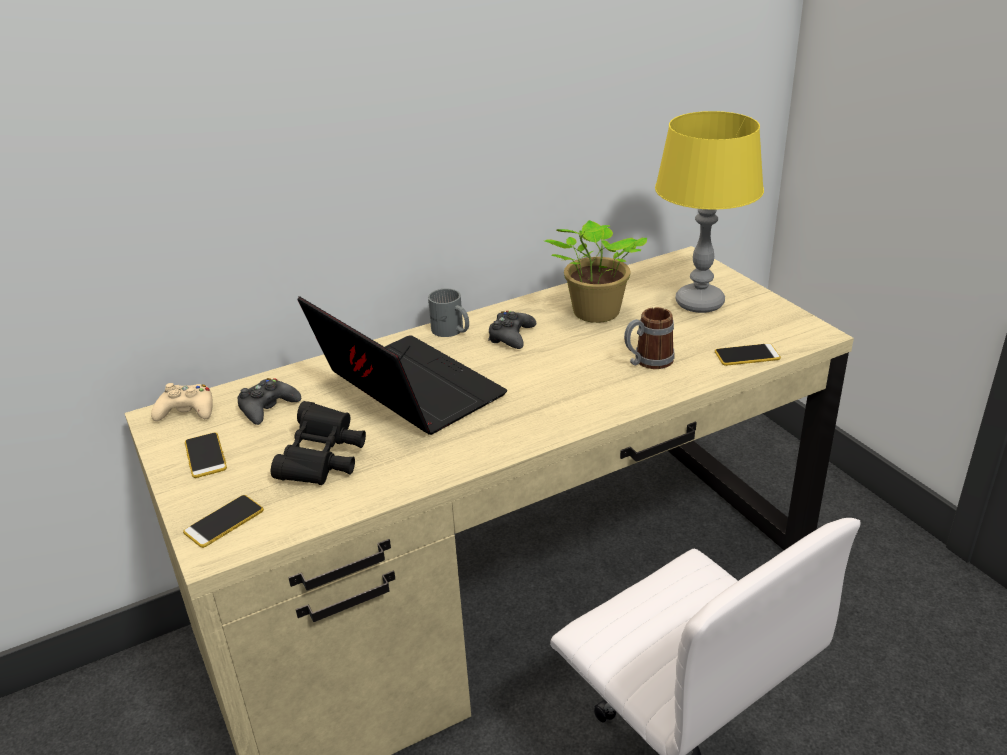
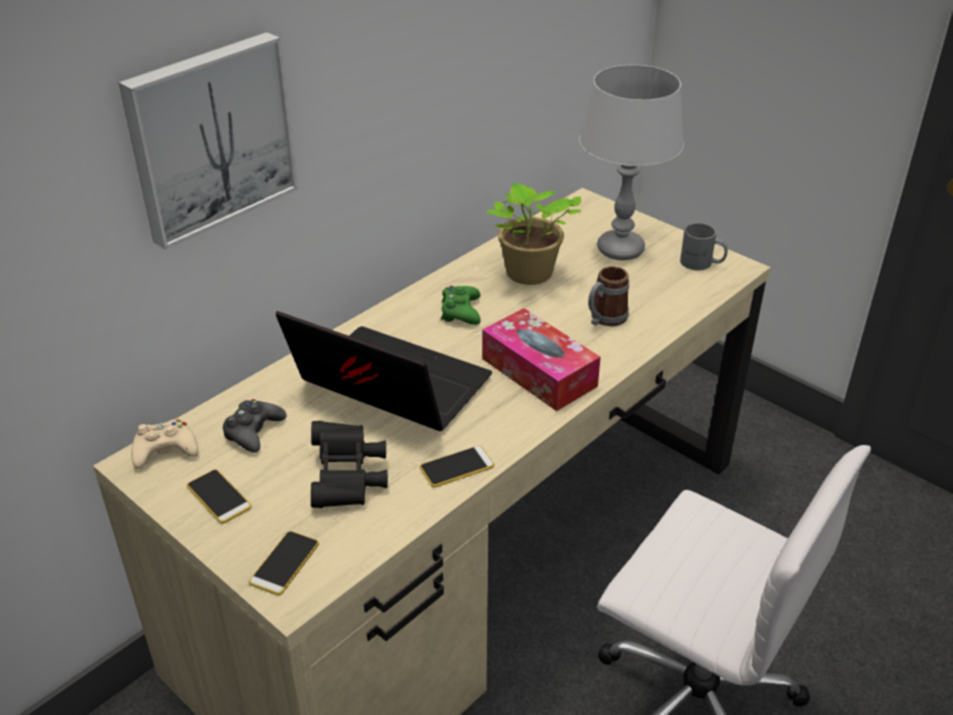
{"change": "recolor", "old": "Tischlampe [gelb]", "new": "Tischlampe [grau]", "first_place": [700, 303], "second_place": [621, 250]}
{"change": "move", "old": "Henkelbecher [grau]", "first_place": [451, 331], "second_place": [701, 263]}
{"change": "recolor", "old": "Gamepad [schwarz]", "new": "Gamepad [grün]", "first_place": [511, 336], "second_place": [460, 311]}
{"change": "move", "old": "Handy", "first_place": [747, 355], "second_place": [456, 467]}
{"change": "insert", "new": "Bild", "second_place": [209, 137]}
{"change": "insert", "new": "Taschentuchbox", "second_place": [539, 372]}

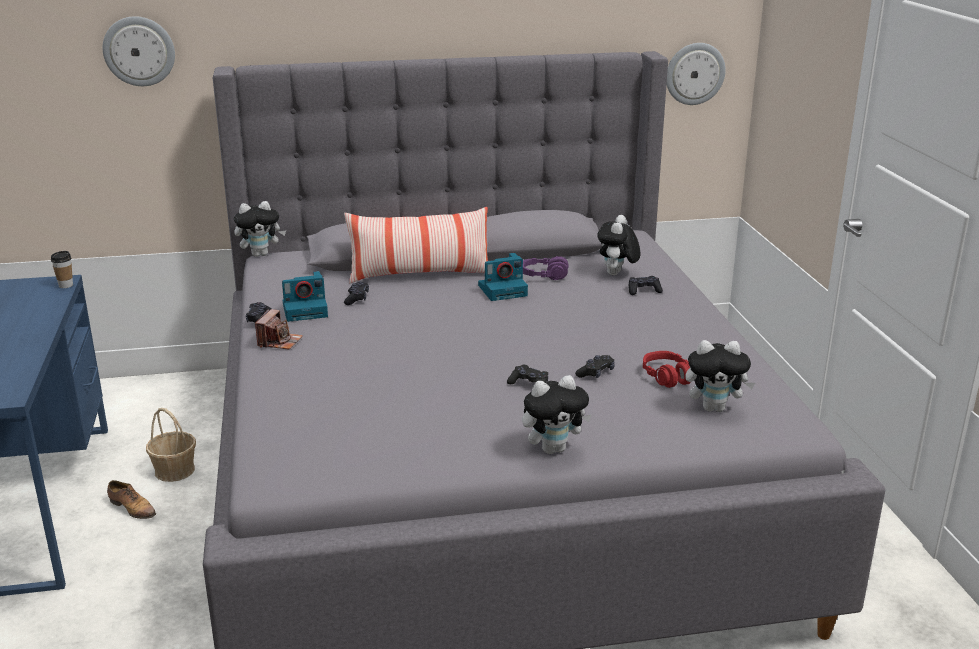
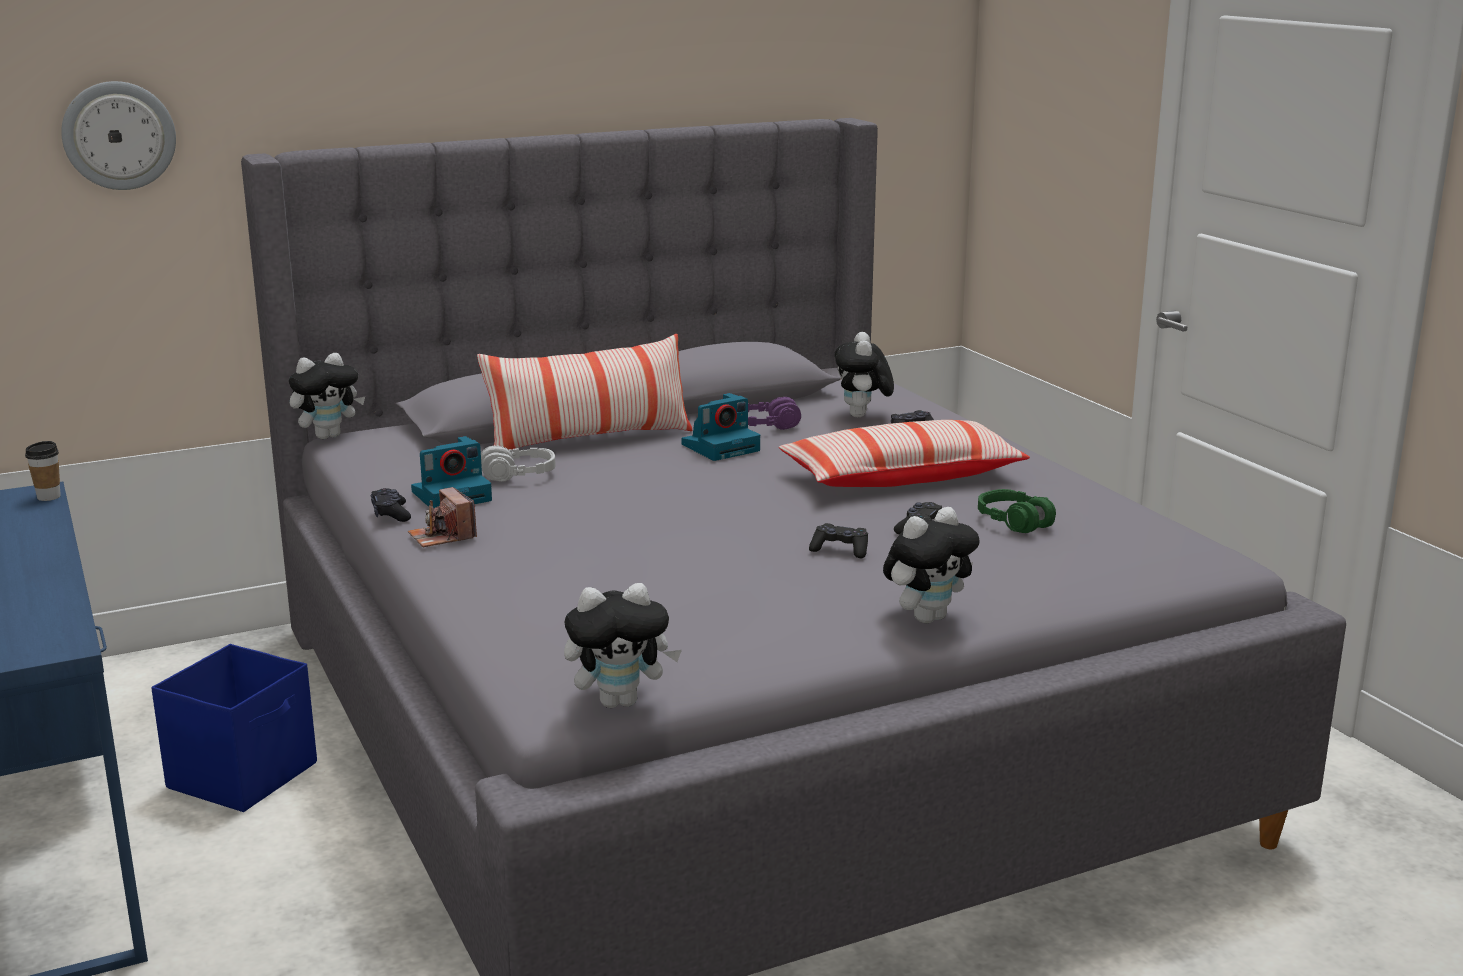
{"change": "delete", "old": "Wanduhr", "first_place": [694, 73]}
{"change": "replace", "old": "Gamepad [schwarz]", "new": "Kopfhörer [grau]", "first_place": [357, 298], "second_place": [518, 475]}
{"change": "rotate", "old": "Kamera", "first_place": [279, 342], "second_place": [442, 536], "degrees": 150}
{"change": "move", "old": "Plüschtier", "first_place": [714, 408], "second_place": [620, 701]}
{"change": "recolor", "old": "Kopfhörer [rot]", "new": "Kopfhörer [grün]", "first_place": [667, 377], "second_place": [1015, 522]}
{"change": "replace", "old": "Korb", "new": "Aufbewahrungsbox [blau]", "first_place": [174, 470], "second_place": [245, 775]}
{"change": "delete", "old": "Schuh", "first_place": [132, 508]}
{"change": "insert", "new": "Kissen", "second_place": [902, 477]}

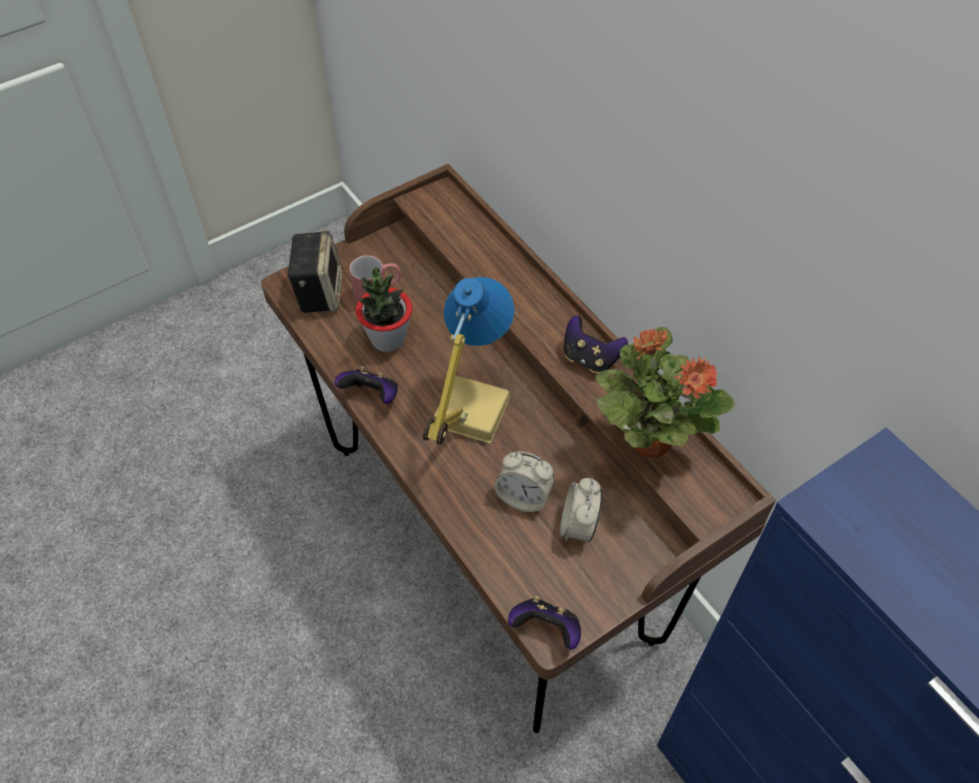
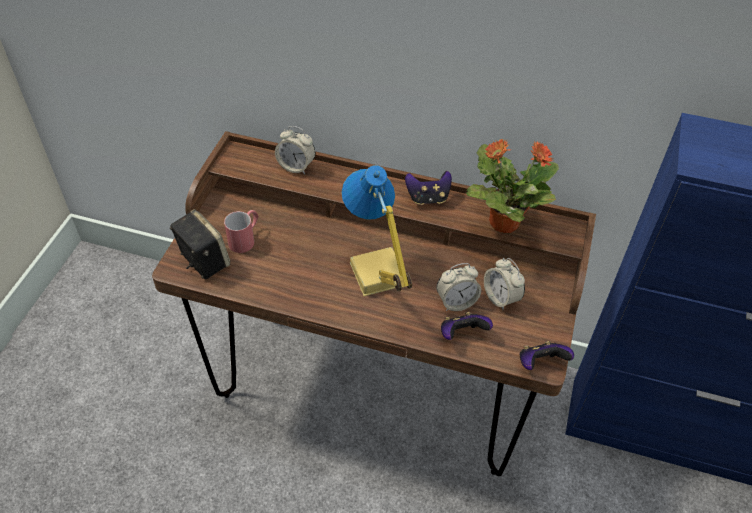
{"change": "delete", "old": "Topfpflanze", "first_place": [388, 339]}
{"change": "move", "old": "Gamepad", "first_place": [372, 396], "second_place": [462, 334]}
{"change": "insert", "new": "Wecker", "second_place": [296, 166]}

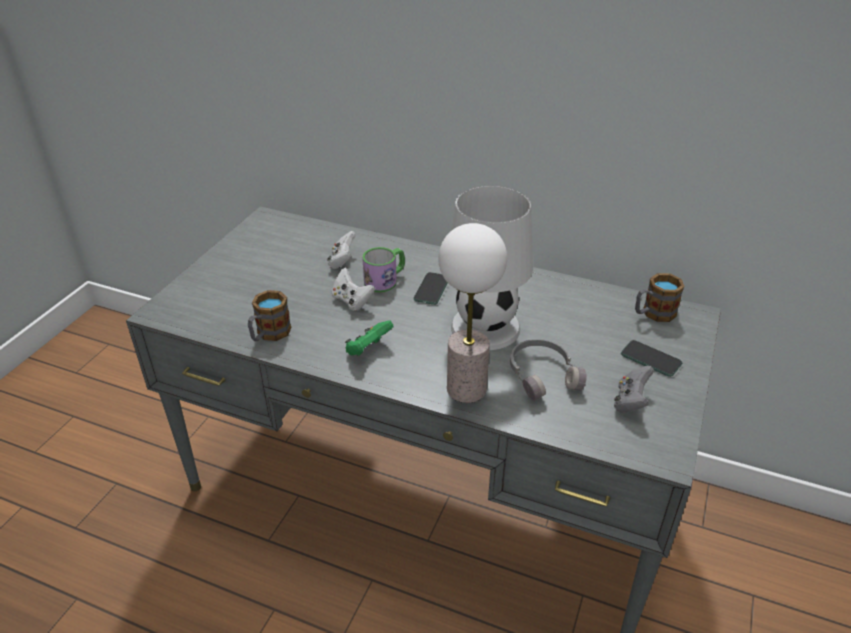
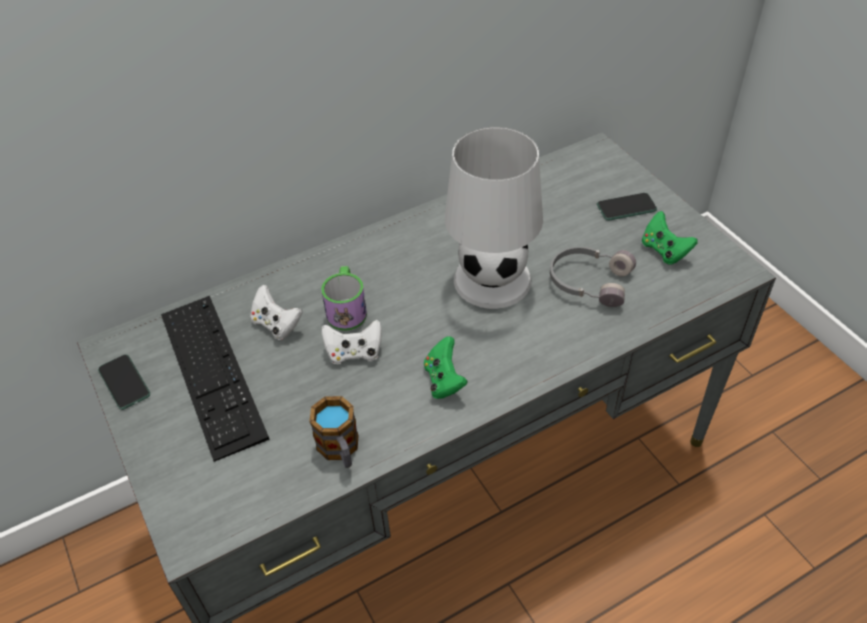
{"change": "delete", "old": "Tischlampe", "first_place": [467, 389]}
{"change": "move", "old": "Handy", "first_place": [432, 289], "second_place": [124, 382]}
{"change": "delete", "old": "Henkelbecher", "first_place": [653, 313]}
{"change": "recolor", "old": "Gamepad [grau]", "new": "Gamepad [grün]", "first_place": [630, 401], "second_place": [664, 251]}
{"change": "insert", "new": "Tastatur", "second_place": [212, 373]}

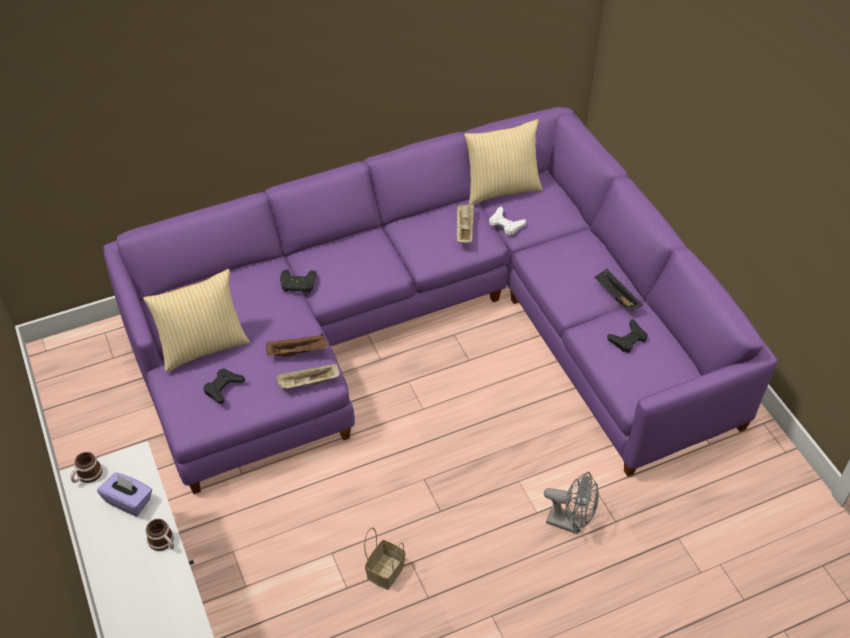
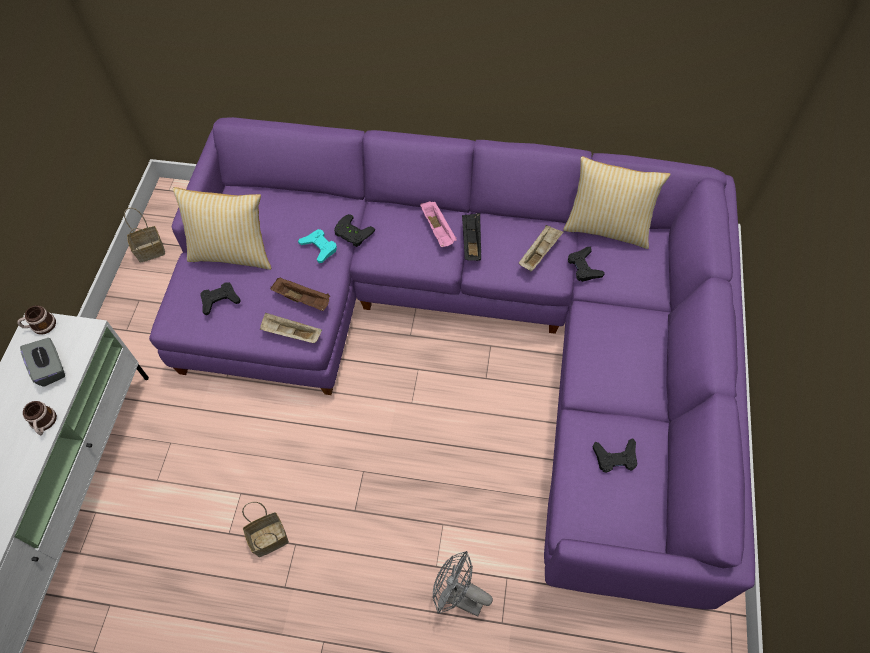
{"change": "recolor", "old": "Gamepad [weiß]", "new": "Gamepad [schwarz]", "first_place": [505, 224], "second_place": [584, 267]}
{"change": "move", "old": "Tablett [schwarz]", "first_place": [616, 296], "second_place": [471, 242]}
{"change": "recolor", "old": "Taschentuchbox [lila]", "new": "Taschentuchbox [grau]", "first_place": [129, 501], "second_place": [50, 368]}
{"change": "rotate", "old": "Ventilator [grau]", "first_place": [570, 522], "second_place": [459, 596], "degrees": 150}
{"change": "insert", "new": "Tablett [rosa]", "second_place": [438, 230]}
{"change": "insert", "new": "Korb", "second_place": [149, 251]}
{"change": "insert", "new": "Gamepad [türkis]", "second_place": [319, 247]}

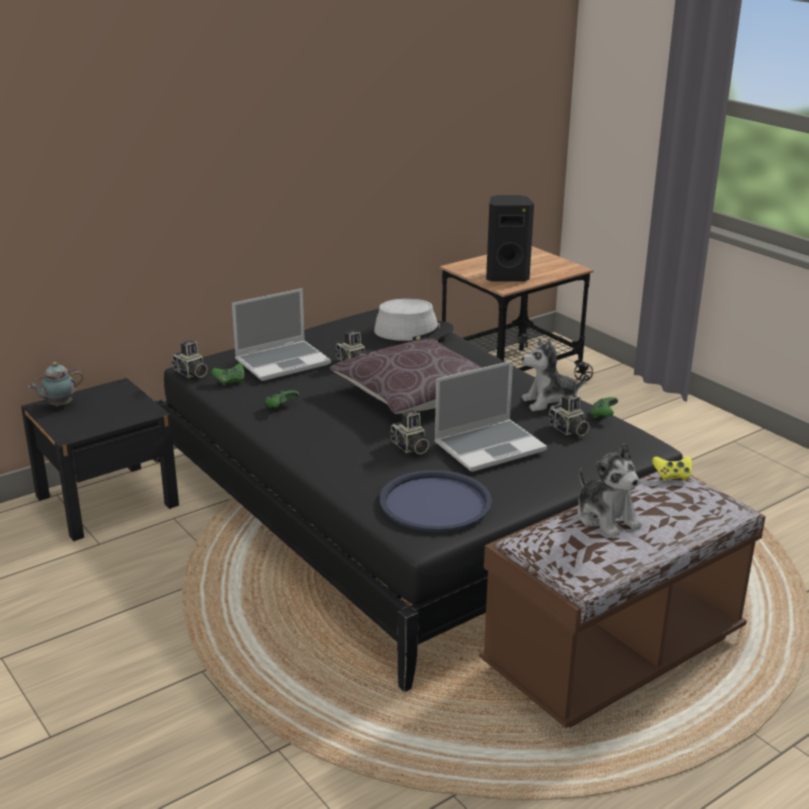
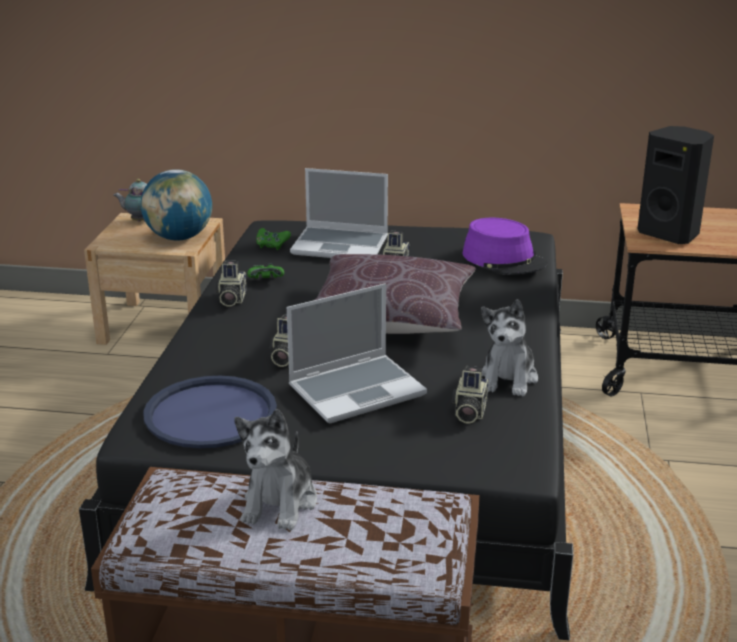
{"change": "recolor", "old": "Hut [grau]", "new": "Hut [lila]", "first_place": [413, 331], "second_place": [504, 260]}
{"change": "rotate", "old": "Plüschtier", "first_place": [550, 402], "second_place": [508, 378], "degrees": -105}
{"change": "move", "old": "Kamera", "first_place": [190, 373], "second_place": [231, 299]}
{"change": "rotate", "old": "Laptop", "first_place": [490, 446], "second_place": [357, 390], "degrees": -45}
{"change": "recolor", "old": "Nachttisch [schwarz]", "new": "Nachttisch [beige]", "first_place": [107, 501], "second_place": [164, 325]}
{"change": "delete", "old": "Gamepad [grün]", "first_place": [603, 415]}
{"change": "delete", "old": "Gamepad [gelb]", "first_place": [672, 476]}
{"change": "insert", "new": "Globus", "second_place": [179, 237]}

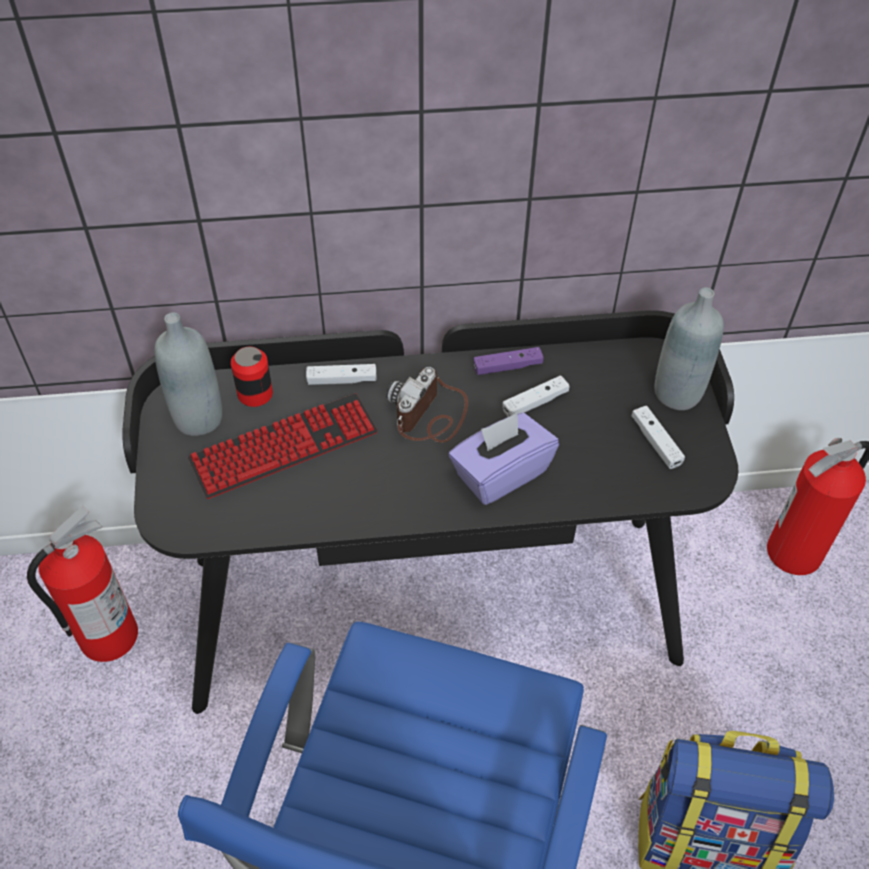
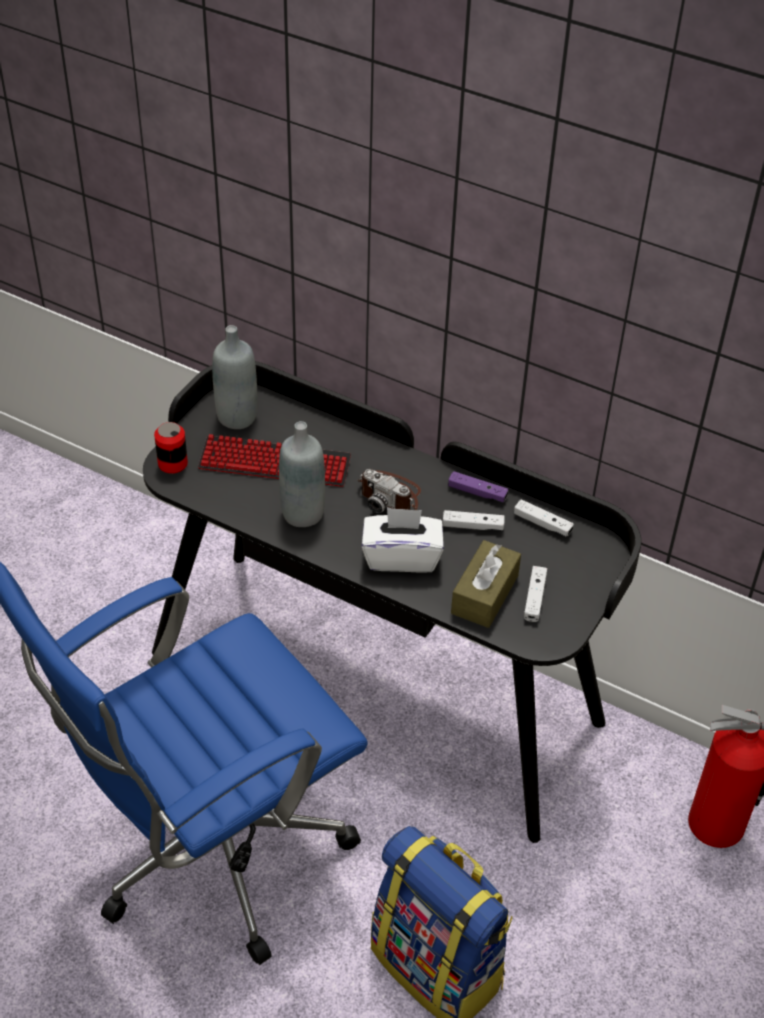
{"change": "move", "old": "Flasche [grau]", "first_place": [677, 393], "second_place": [302, 513]}
{"change": "move", "old": "Dose", "first_place": [255, 394], "second_place": [172, 463]}
{"change": "move", "old": "Gamepad [weiß]", "first_place": [342, 380], "second_place": [542, 524]}
{"change": "rotate", "old": "Kamera", "first_place": [430, 415], "second_place": [390, 495], "degrees": -120}
{"change": "recolor", "old": "Taschentuchbox [lila]", "new": "Taschentuchbox [weiß]", "first_place": [500, 473], "second_place": [401, 557]}
{"change": "delete", "old": "Feuerlöscher", "first_place": [107, 636]}
{"change": "insert", "new": "Taschentuchbox [braun]", "second_place": [484, 594]}

